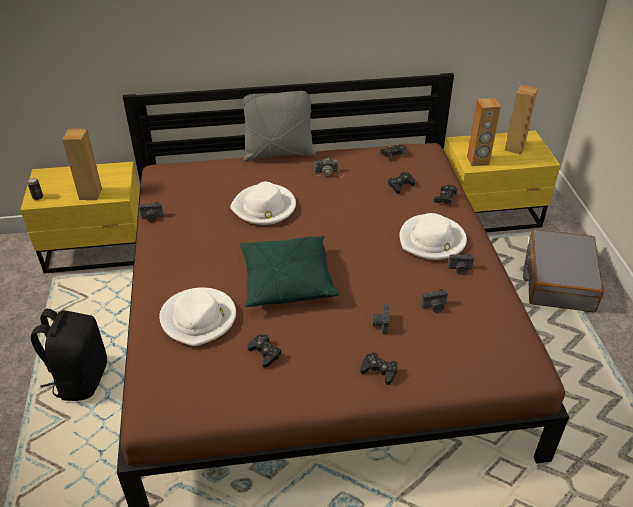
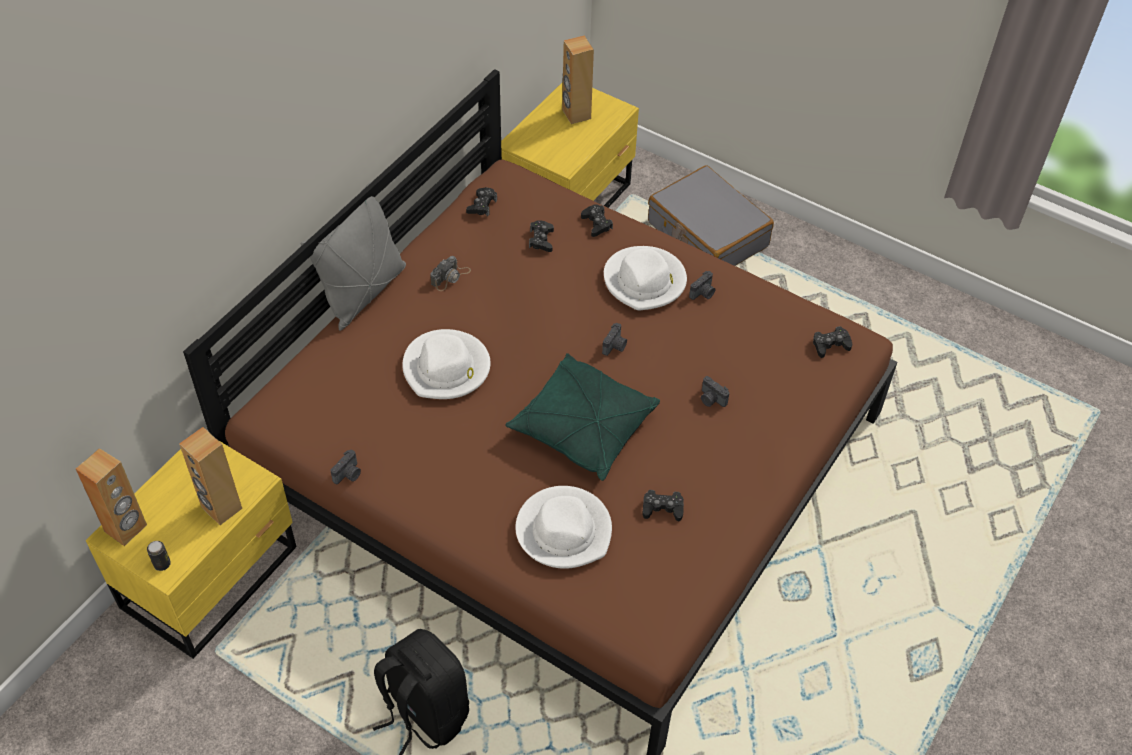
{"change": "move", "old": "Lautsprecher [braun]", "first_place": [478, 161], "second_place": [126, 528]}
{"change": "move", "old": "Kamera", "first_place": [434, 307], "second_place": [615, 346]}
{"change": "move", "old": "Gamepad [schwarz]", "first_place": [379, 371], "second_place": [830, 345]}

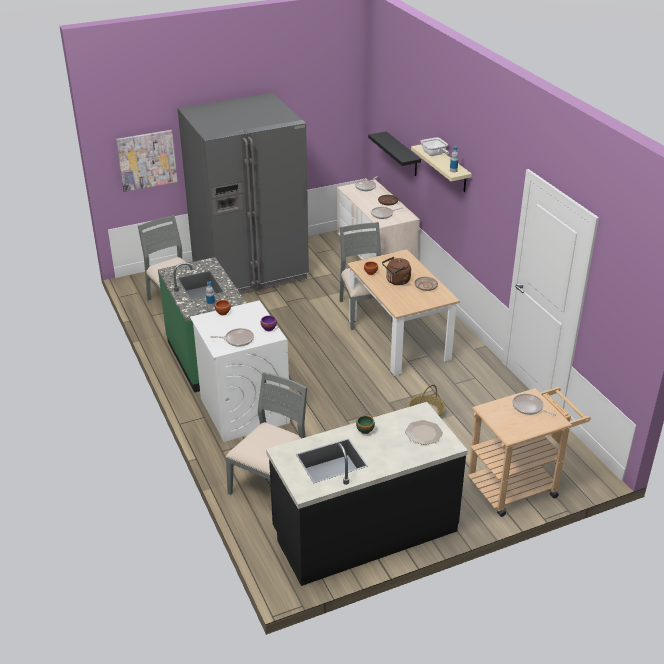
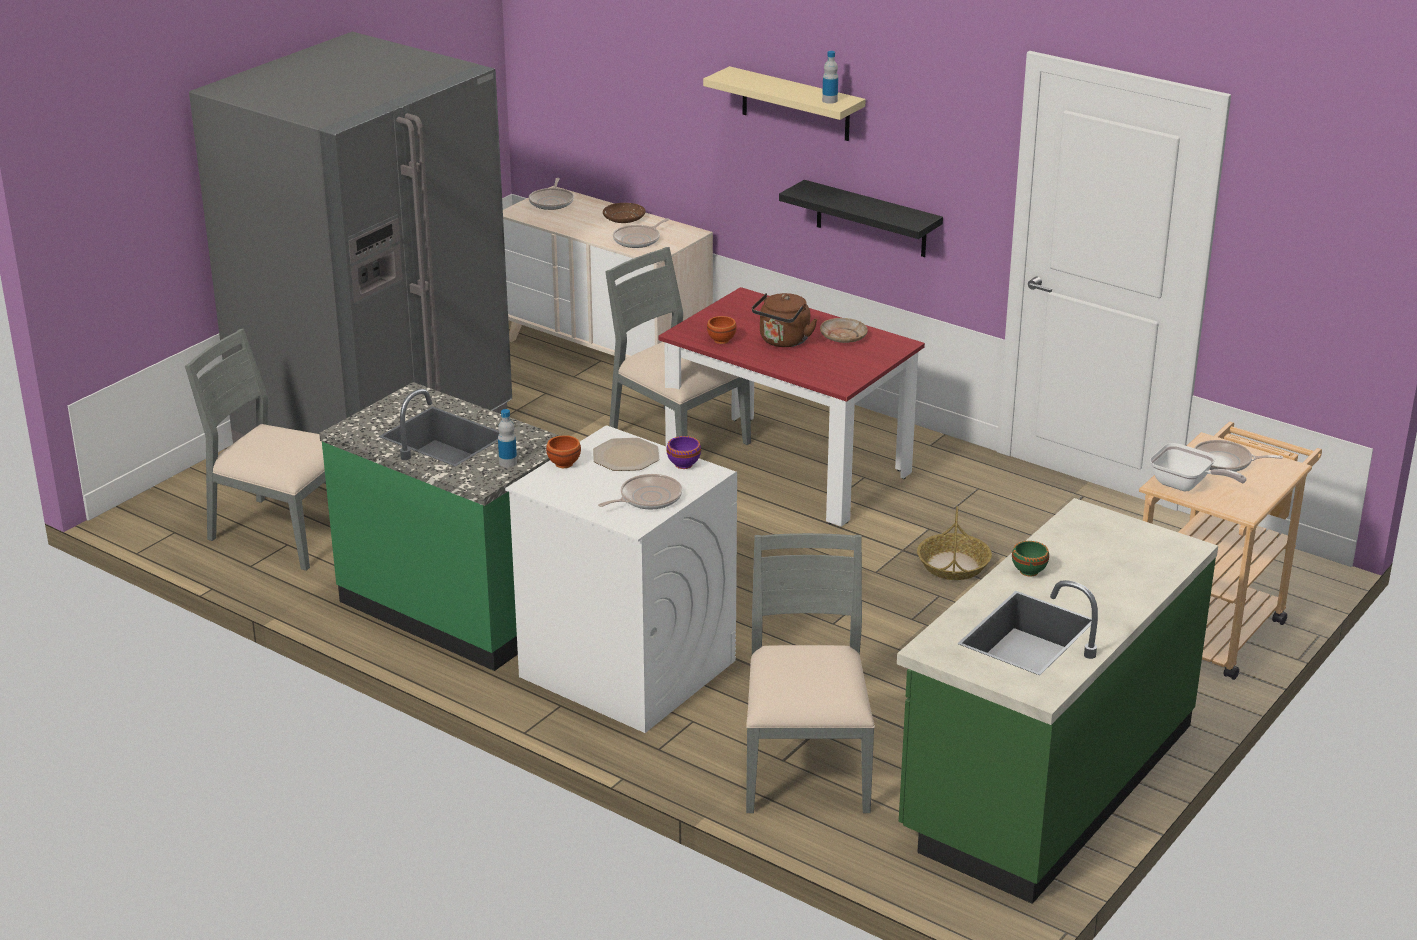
{"change": "delete", "old": "Bild", "first_place": [147, 160]}
{"change": "move", "old": "Wandregal [schwarz]", "first_place": [402, 154], "second_place": [871, 219]}
{"change": "move", "old": "Pfanne", "first_place": [434, 154], "second_place": [1186, 485]}
{"change": "recolor", "old": "Esstisch [beige]", "new": "Esstisch [rot]", "first_place": [398, 341], "second_place": [788, 469]}
{"change": "recolor", "old": "Küchenzeile [schwarz]", "new": "Küchenzeile [grün]", "first_place": [364, 531], "second_place": [1046, 781]}
{"change": "move", "old": "Teller", "first_place": [423, 433], "second_place": [626, 457]}

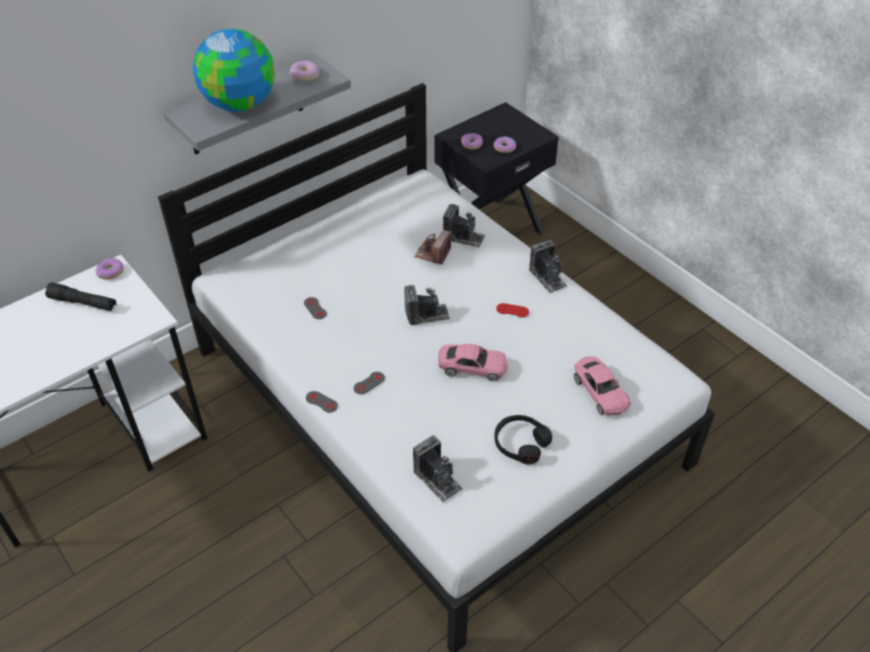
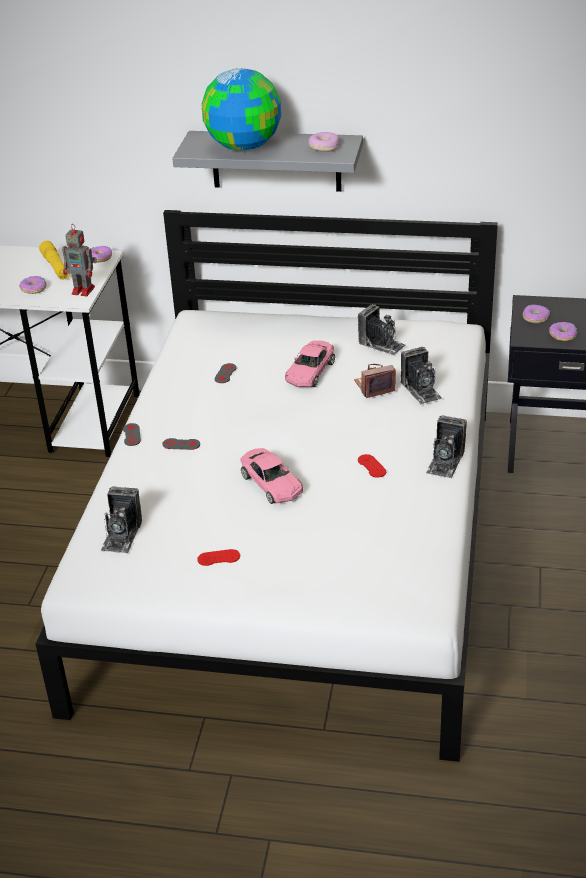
{"change": "recolor", "old": "Taschenlampe [schwarz]", "new": "Taschenlampe [gelb]", "first_place": [83, 303], "second_place": [56, 267]}
{"change": "move", "old": "Kamera", "first_place": [427, 314], "second_place": [381, 344]}
{"change": "move", "old": "Spielzeugauto [rosa]", "first_place": [600, 392], "second_place": [310, 371]}
{"change": "replace", "old": "Kopfhörer [schwarz]", "new": "Gamepad [rot]", "first_place": [520, 443], "second_place": [218, 558]}
{"change": "insert", "new": "Spielzeugroboter", "second_place": [84, 290]}
{"change": "insert", "new": "Donut", "second_place": [33, 288]}

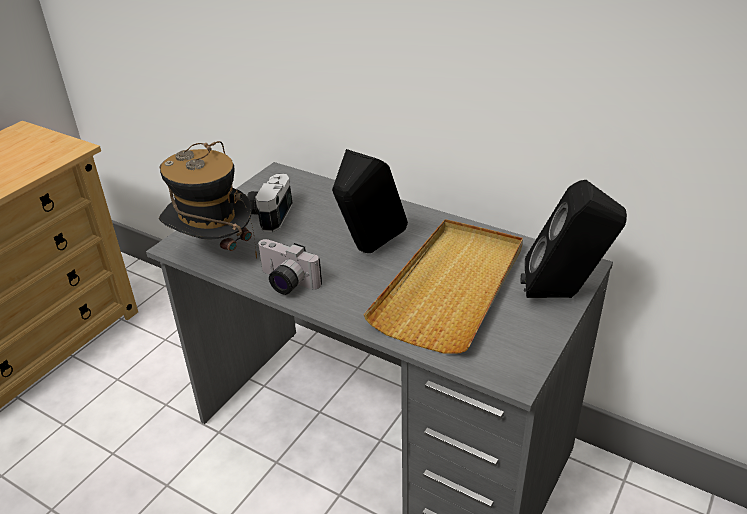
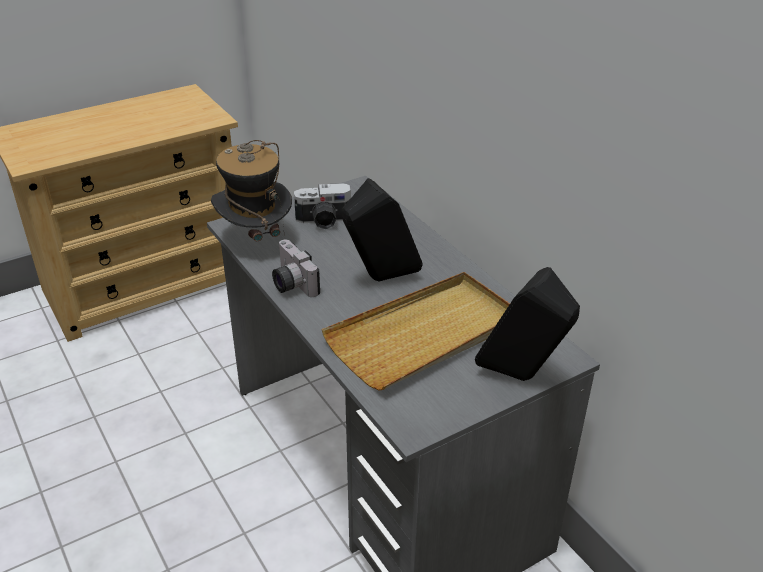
{"change": "rotate", "old": "Kamera", "first_place": [269, 214], "second_place": [323, 221], "degrees": -135}

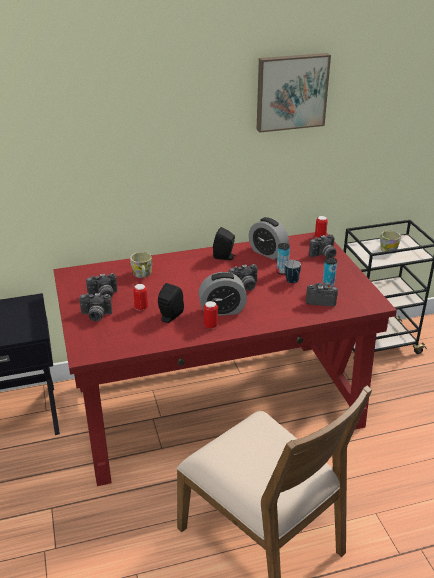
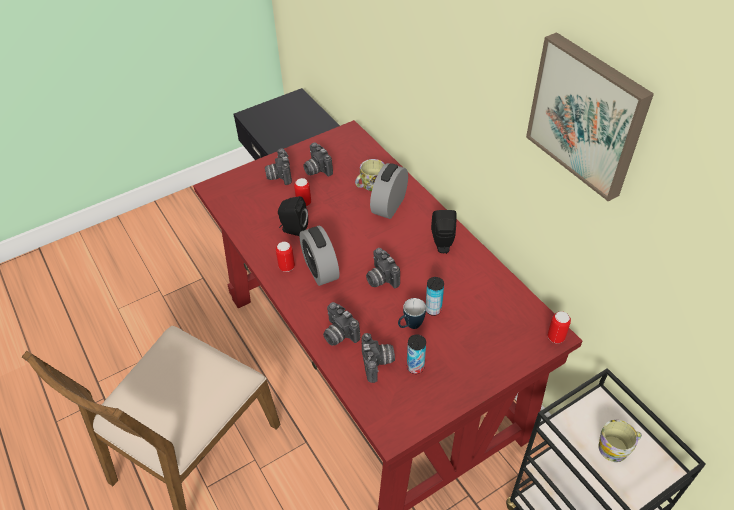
{"change": "move", "old": "Wecker", "first_place": [268, 252], "second_place": [389, 205]}
{"change": "move", "old": "Kamera", "first_place": [324, 255], "second_place": [338, 334]}

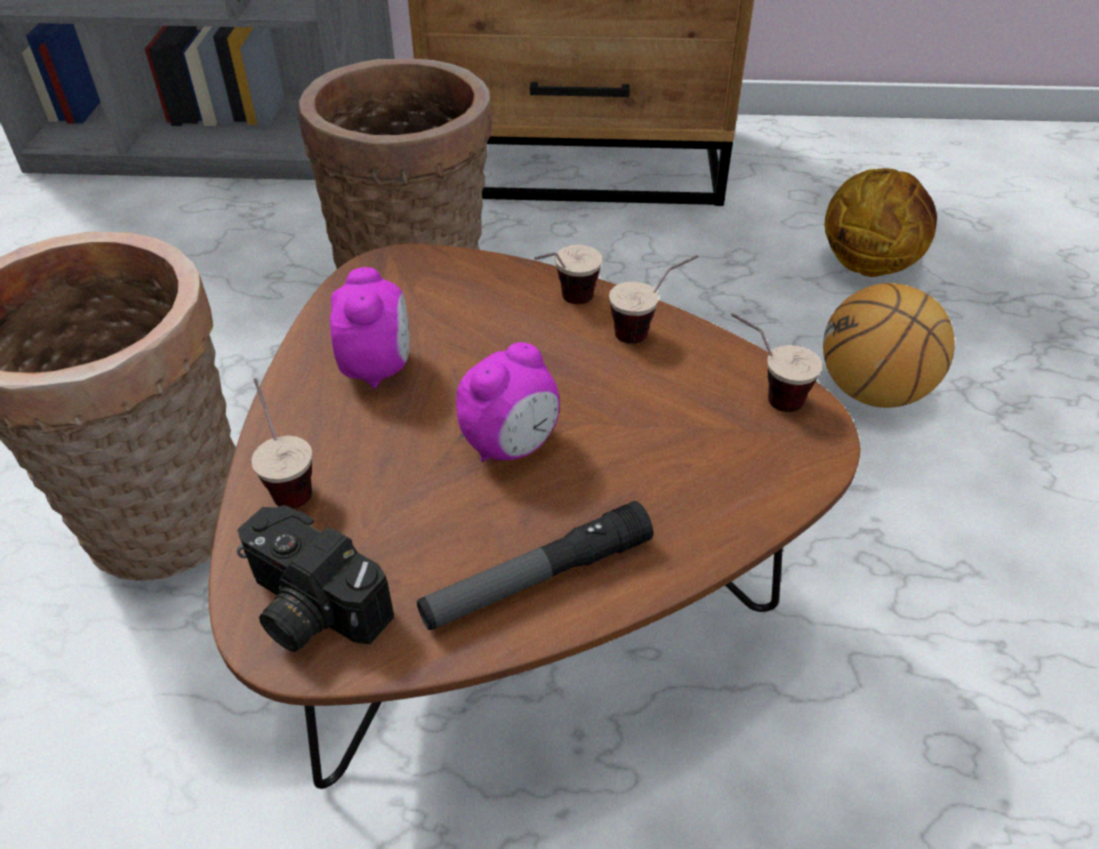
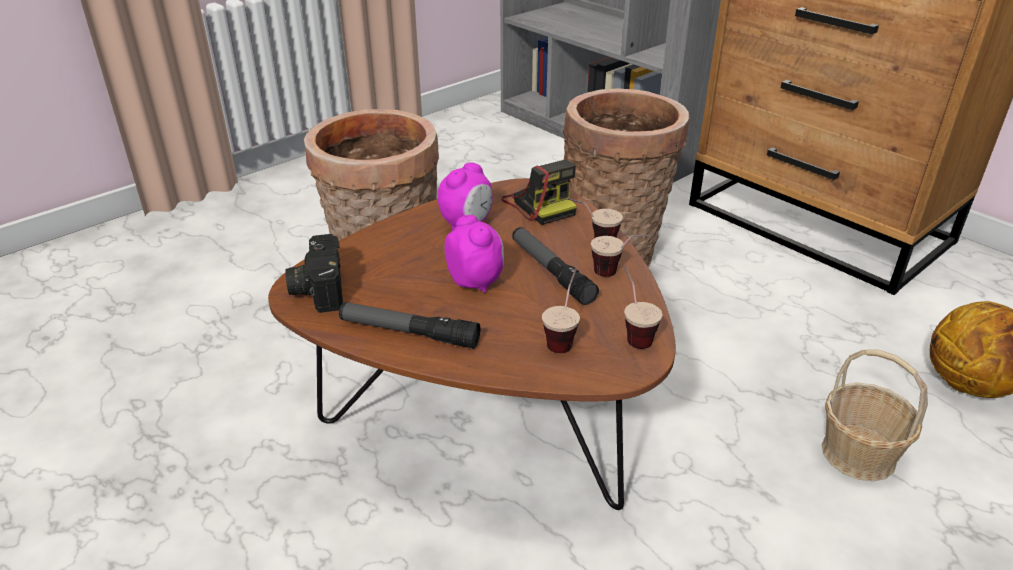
{"change": "replace", "old": "Basketball", "new": "Korb", "first_place": [872, 391], "second_place": [858, 454]}
{"change": "rotate", "old": "Wecker", "first_place": [511, 445], "second_place": [476, 282], "degrees": -120}
{"change": "move", "old": "Tasse", "first_place": [286, 479], "second_place": [563, 337]}
{"change": "insert", "new": "Kamera", "second_place": [540, 205]}
{"change": "insert", "new": "Taschenlampe", "second_place": [551, 271]}

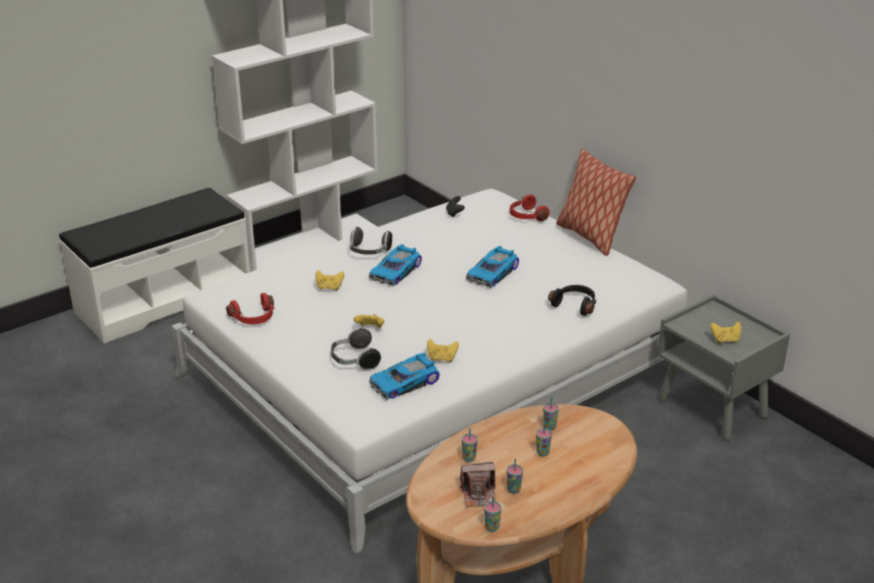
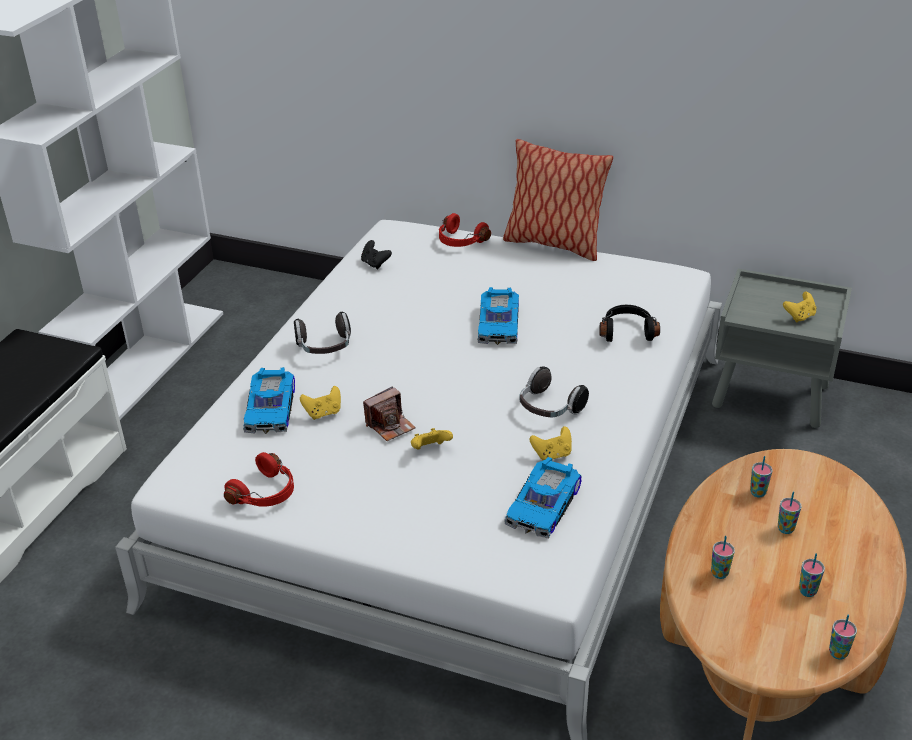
{"change": "move", "old": "Spielzeugauto", "first_place": [396, 272], "second_place": [272, 409]}
{"change": "move", "old": "Kopfhörer", "first_place": [354, 360], "second_place": [549, 408]}
{"change": "move", "old": "Kamera", "first_place": [479, 495], "second_place": [390, 425]}

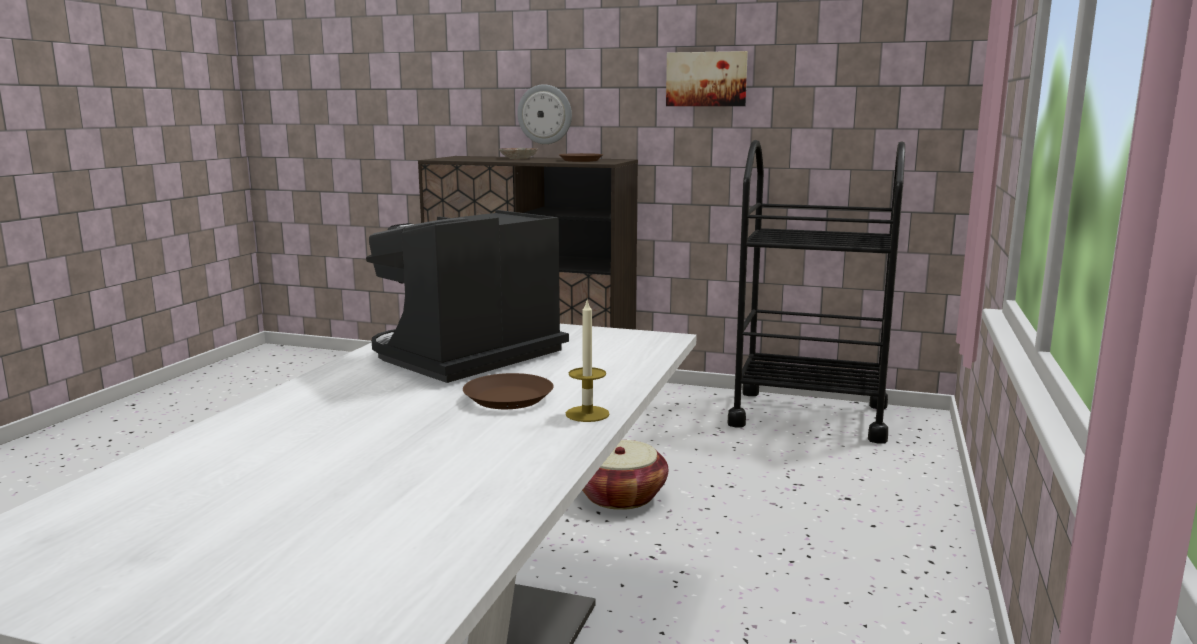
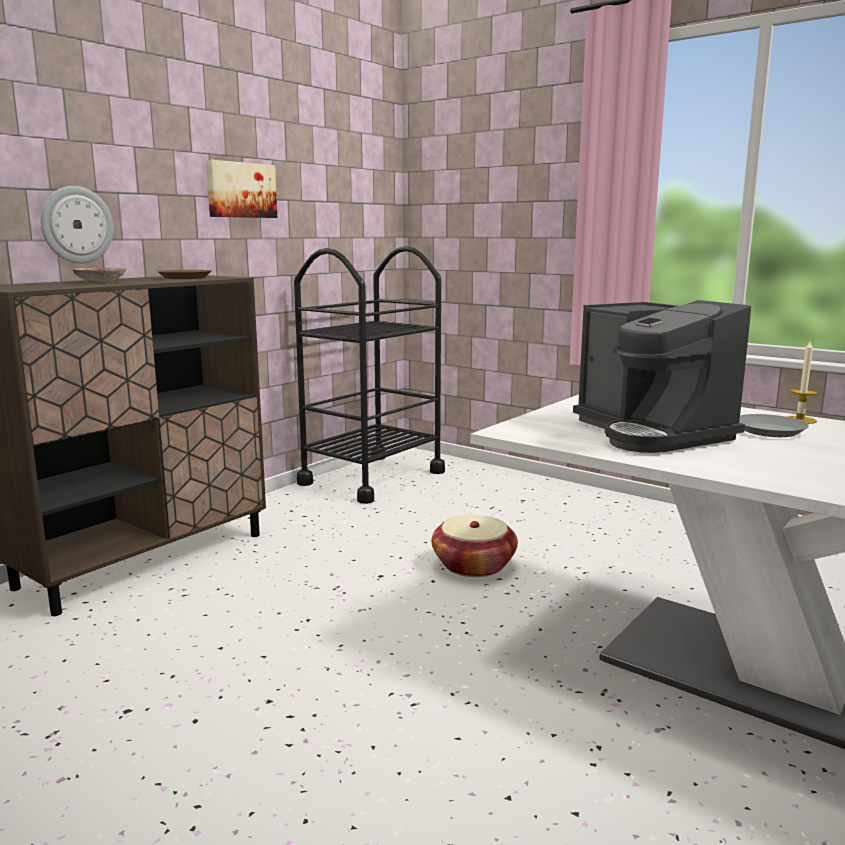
{"change": "recolor", "old": "Teller [braun]", "new": "Teller [grau]", "first_place": [509, 398], "second_place": [769, 431]}

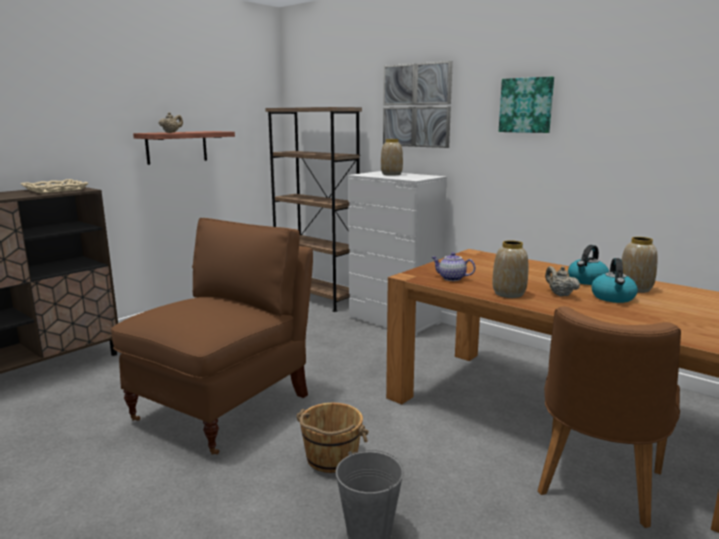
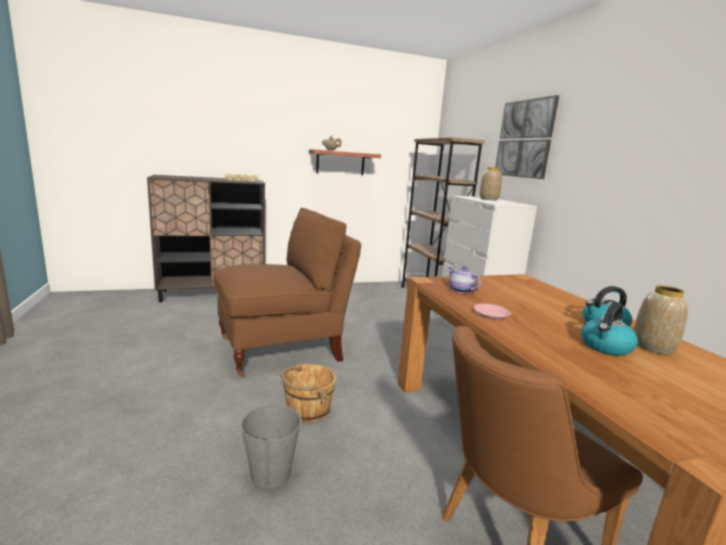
{"change": "delete", "old": "Bild", "first_place": [526, 105]}
{"change": "replace", "old": "Vase", "new": "Teller [rosa]", "first_place": [509, 294], "second_place": [491, 314]}
{"change": "delete", "old": "Teekanne [beige]", "first_place": [559, 294]}

